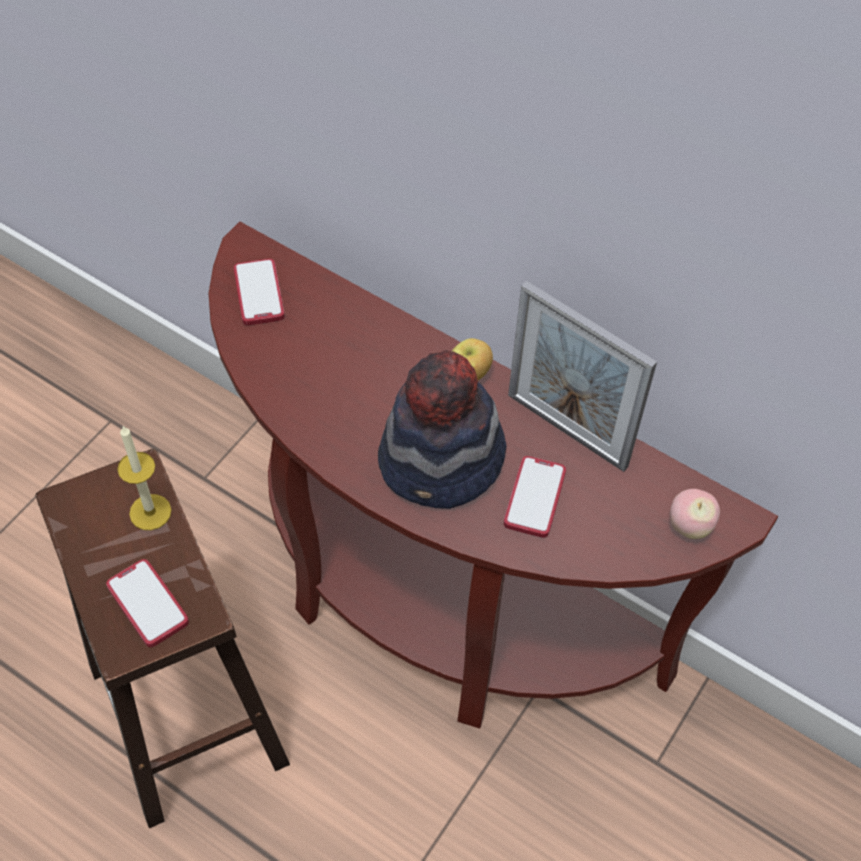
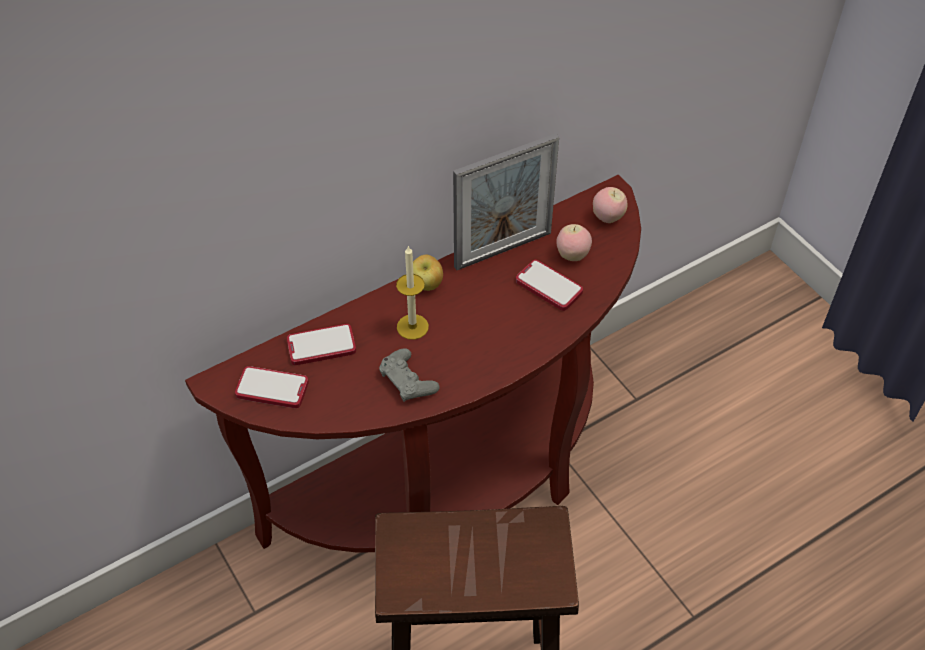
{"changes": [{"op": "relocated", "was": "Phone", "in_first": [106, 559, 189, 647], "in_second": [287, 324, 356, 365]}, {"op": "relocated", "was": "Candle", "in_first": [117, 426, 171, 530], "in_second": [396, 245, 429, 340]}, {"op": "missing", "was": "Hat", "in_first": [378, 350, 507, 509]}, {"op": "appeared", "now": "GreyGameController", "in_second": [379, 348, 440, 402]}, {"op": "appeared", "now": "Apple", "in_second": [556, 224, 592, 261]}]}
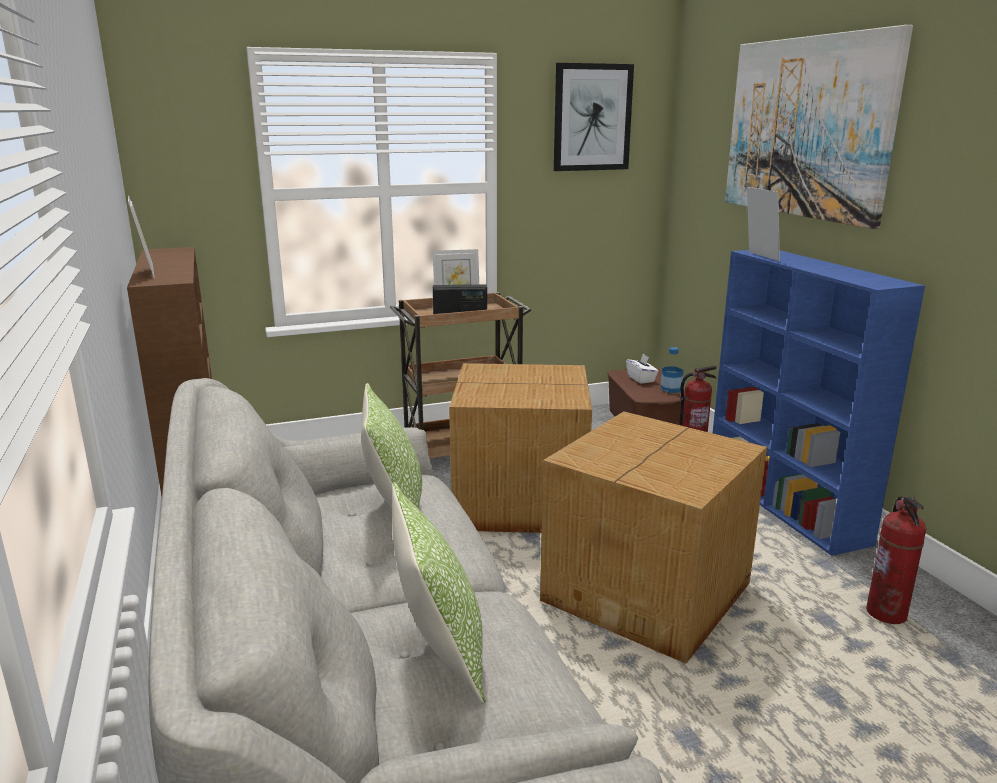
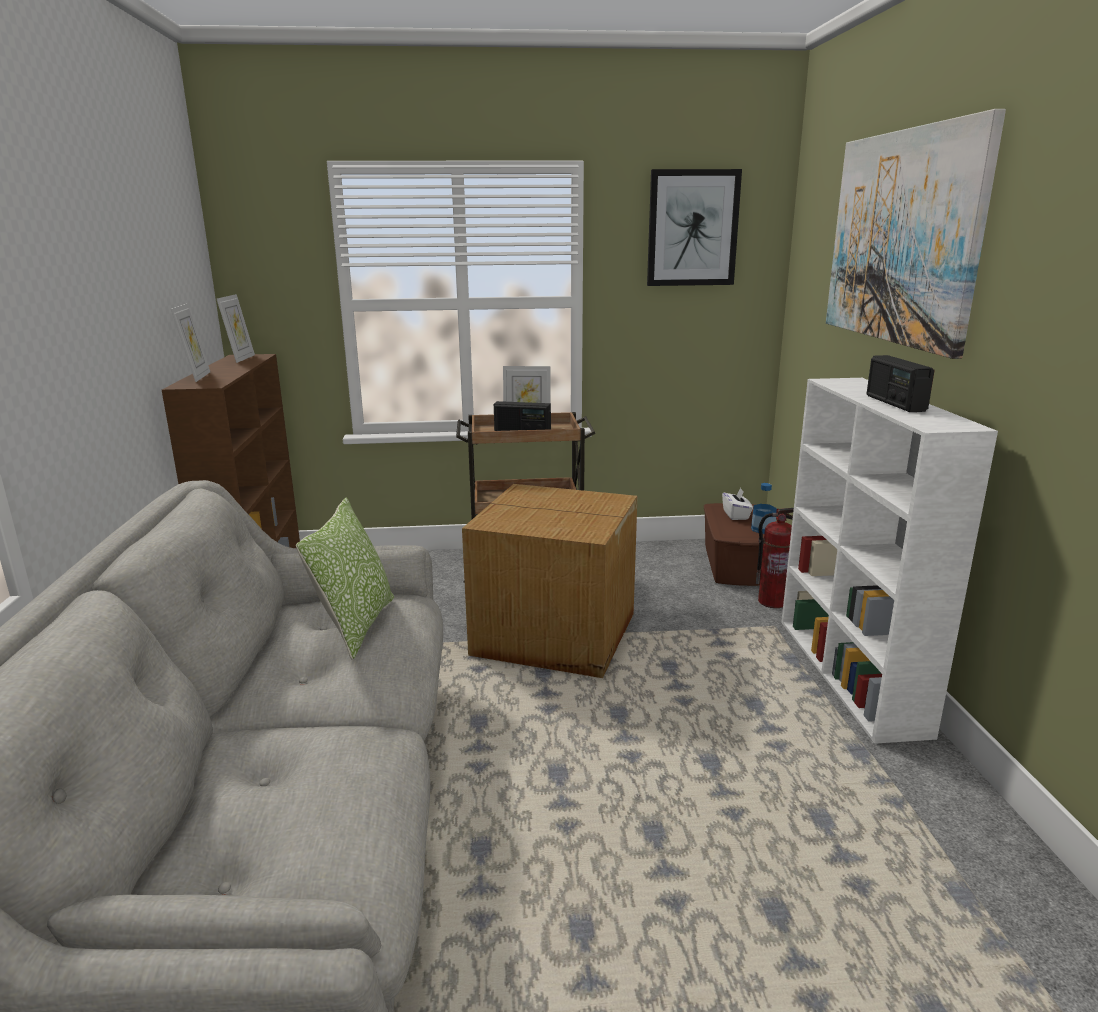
{"changes": [{"op": "missing", "was": "Pillow", "in_first": [392, 482, 486, 705]}, {"op": "missing", "was": "CardboardBox", "in_first": [540, 411, 767, 664]}, {"op": "colour", "was": "BlueBookcase", "now": "WhiteBookcase", "in_first": [713, 250, 925, 556], "in_second": [781, 378, 998, 744]}, {"op": "relocated", "was": "PictureFrame", "in_first": [747, 187, 780, 261], "in_second": [217, 294, 255, 363]}, {"op": "missing", "was": "FireExtinguisher", "in_first": [866, 496, 926, 624]}, {"op": "appeared", "now": "Radio", "in_second": [867, 355, 935, 412]}]}
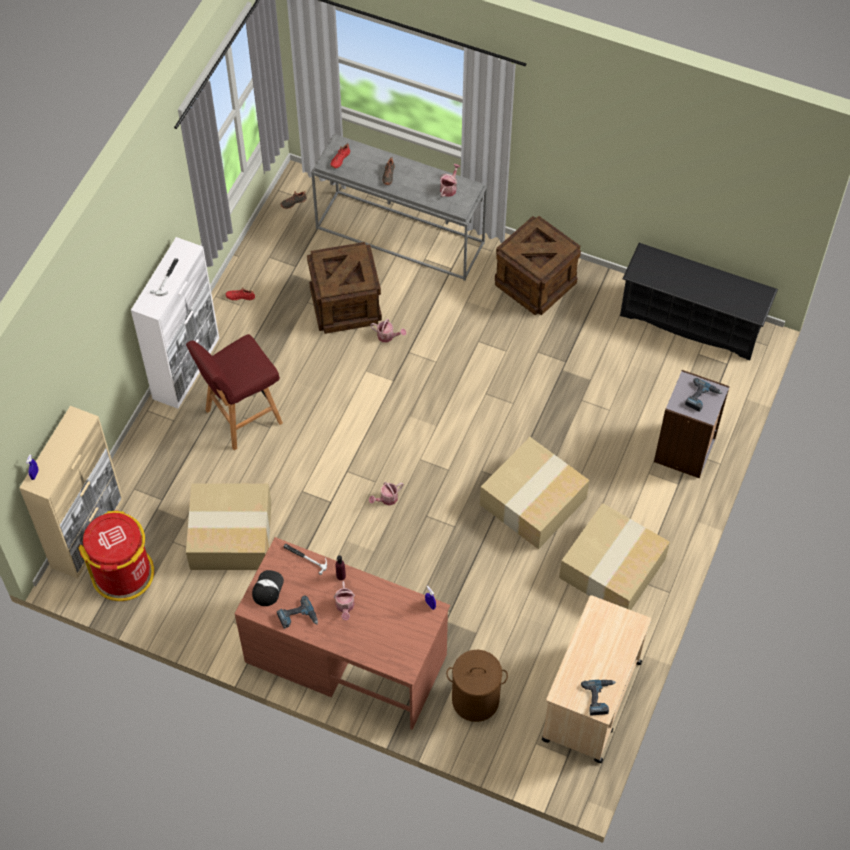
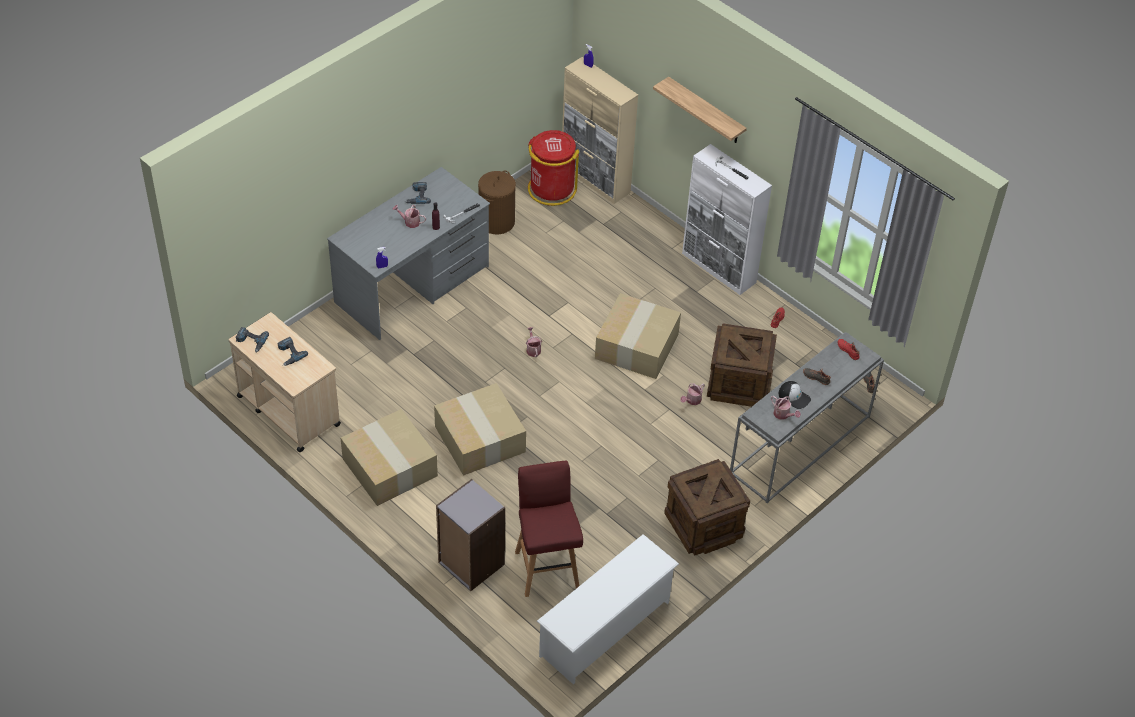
{"changes": [{"op": "relocated", "was": "RedStool", "in_first": [186, 334, 283, 450], "in_second": [515, 461, 583, 597]}, {"op": "relocated", "was": "CardboardBox", "in_first": [186, 483, 271, 570], "in_second": [595, 293, 681, 379]}, {"op": "colour", "was": "BrownDesk", "now": "GreyDesk", "in_first": [234, 537, 450, 730], "in_second": [327, 167, 490, 340]}, {"op": "relocated", "was": "Cap", "in_first": [252, 570, 284, 606], "in_second": [778, 381, 811, 409]}, {"op": "relocated", "was": "BrownLaundryBasket", "in_first": [446, 650, 508, 722], "in_second": [478, 171, 516, 234]}, {"op": "colour", "was": "BlackShoeRack", "now": "WhiteShoeRack", "in_first": [620, 243, 778, 360], "in_second": [537, 534, 679, 684]}, {"op": "relocated", "was": "PowerDrill", "in_first": [685, 378, 723, 412], "in_second": [277, 337, 308, 366]}, {"op": "appeared", "now": "Shelf", "in_second": [653, 76, 747, 143]}]}
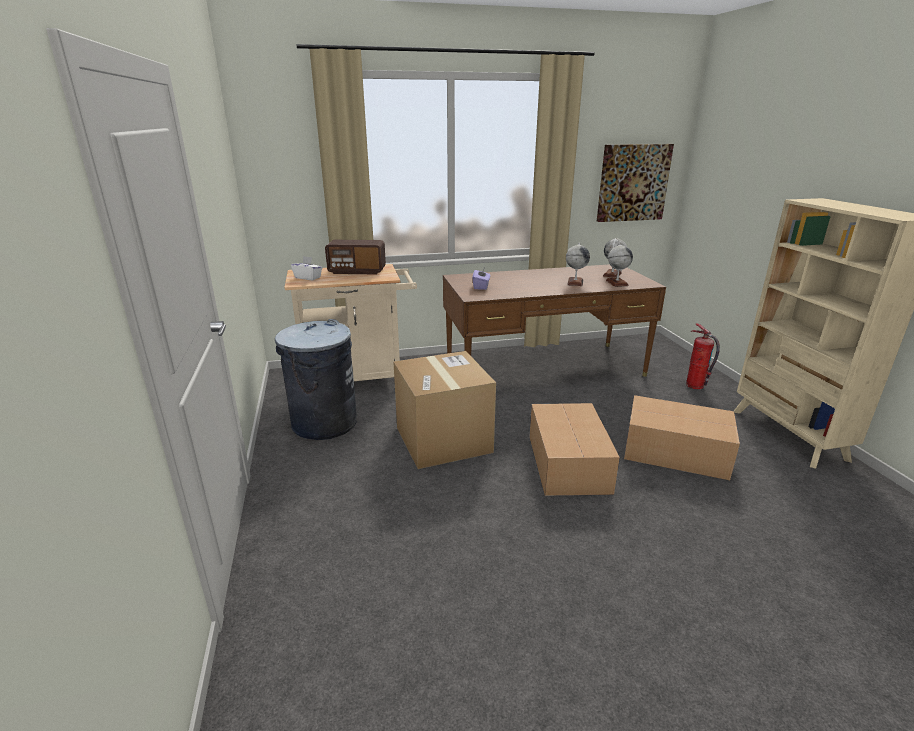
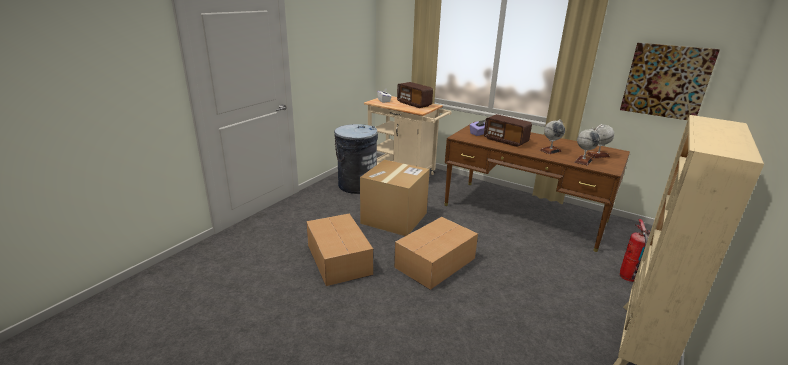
{"changes": [{"op": "relocated", "was": "CardboardBox", "in_first": [624, 395, 740, 480], "in_second": [306, 213, 373, 286]}, {"op": "appeared", "now": "Radio", "in_second": [484, 114, 532, 147]}]}
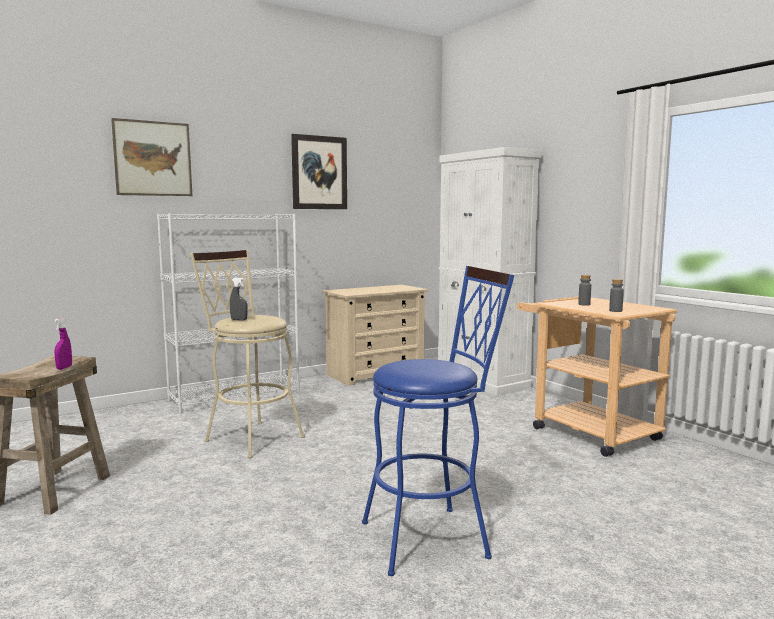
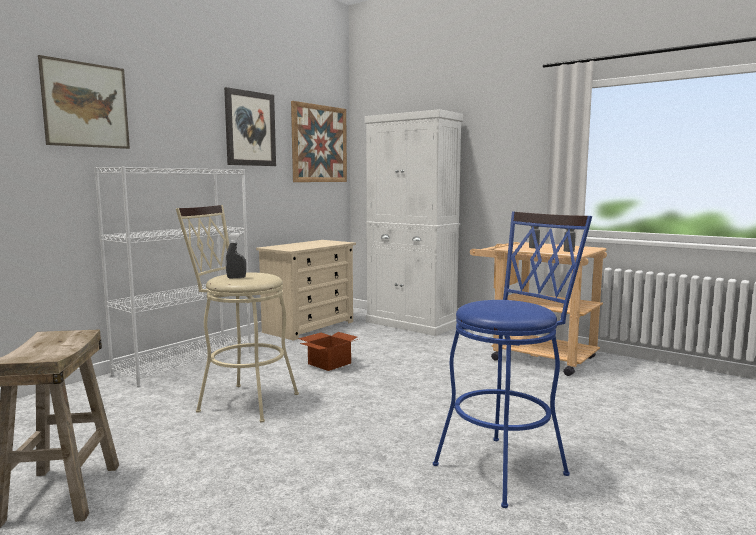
{"changes": [{"op": "missing", "was": "PurpleSprayBottle", "in_first": [54, 318, 72, 370]}, {"op": "appeared", "now": "Picture", "in_second": [291, 101, 347, 182]}, {"op": "appeared", "now": "CardboardBox", "in_second": [298, 332, 358, 371]}]}
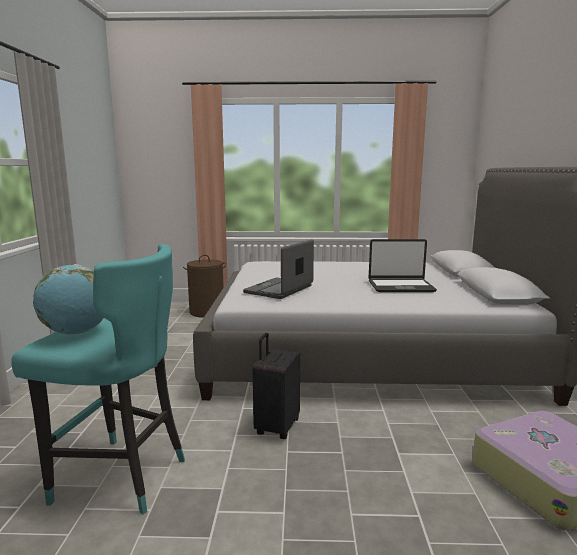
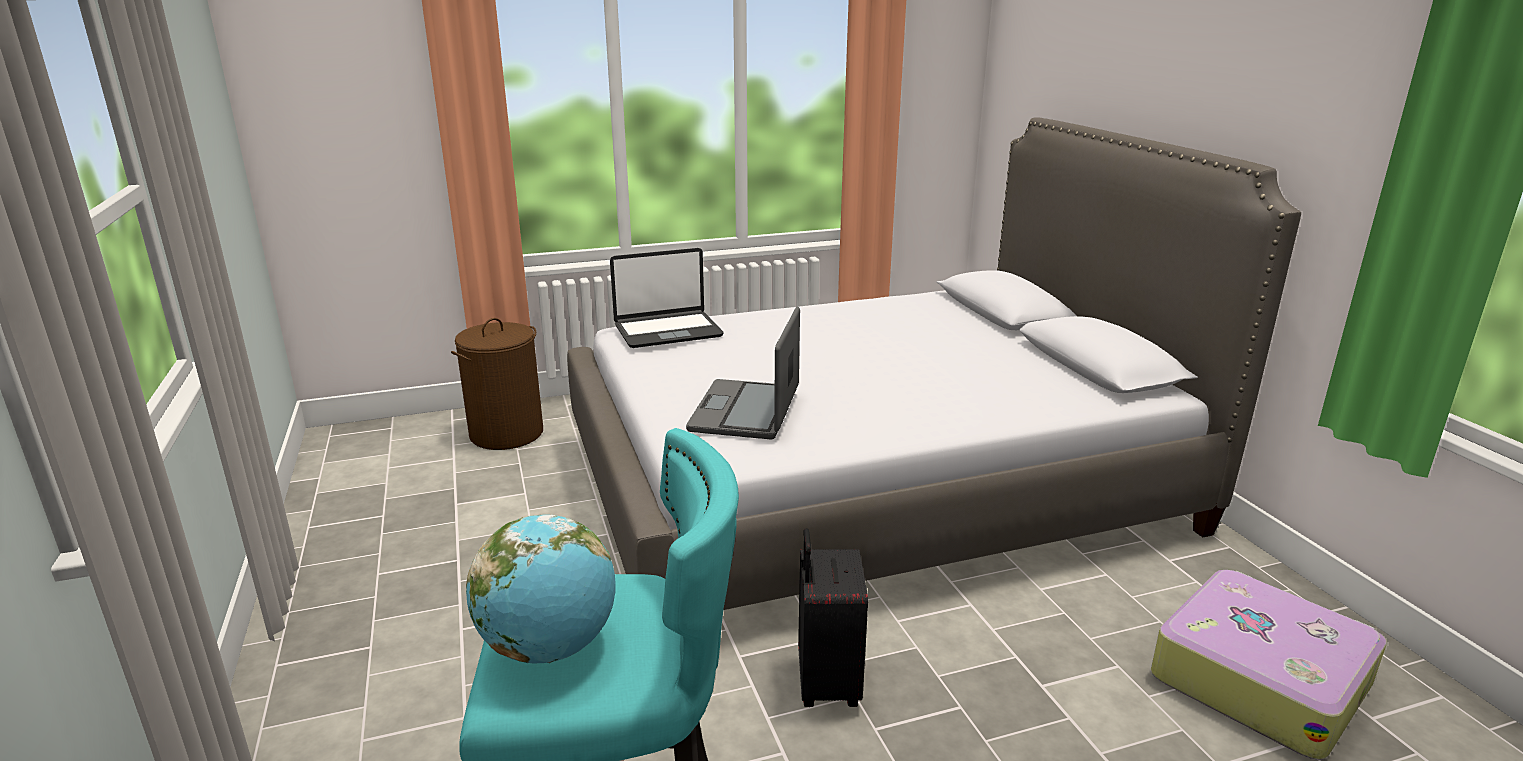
{"changes": [{"op": "relocated", "was": "Laptop", "in_first": [369, 239, 437, 292], "in_second": [610, 248, 724, 348]}]}
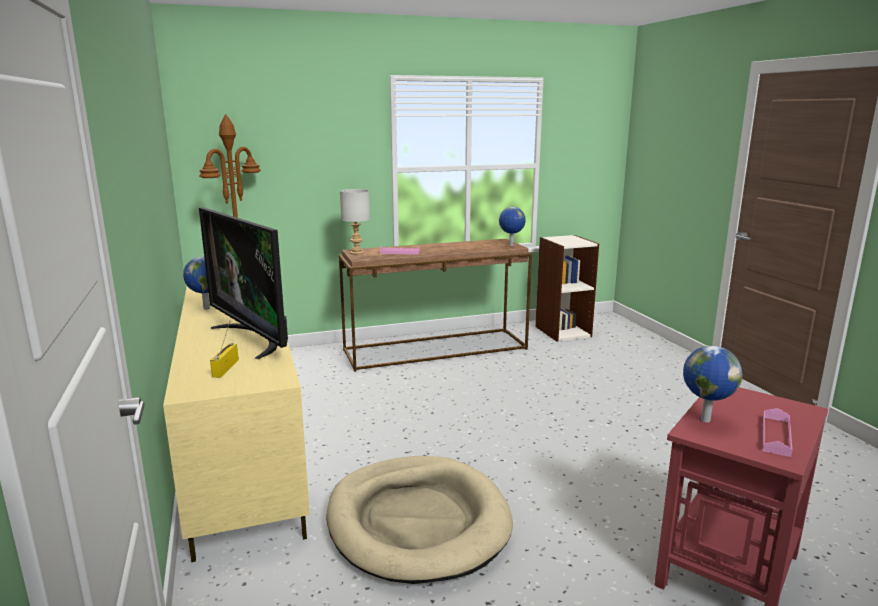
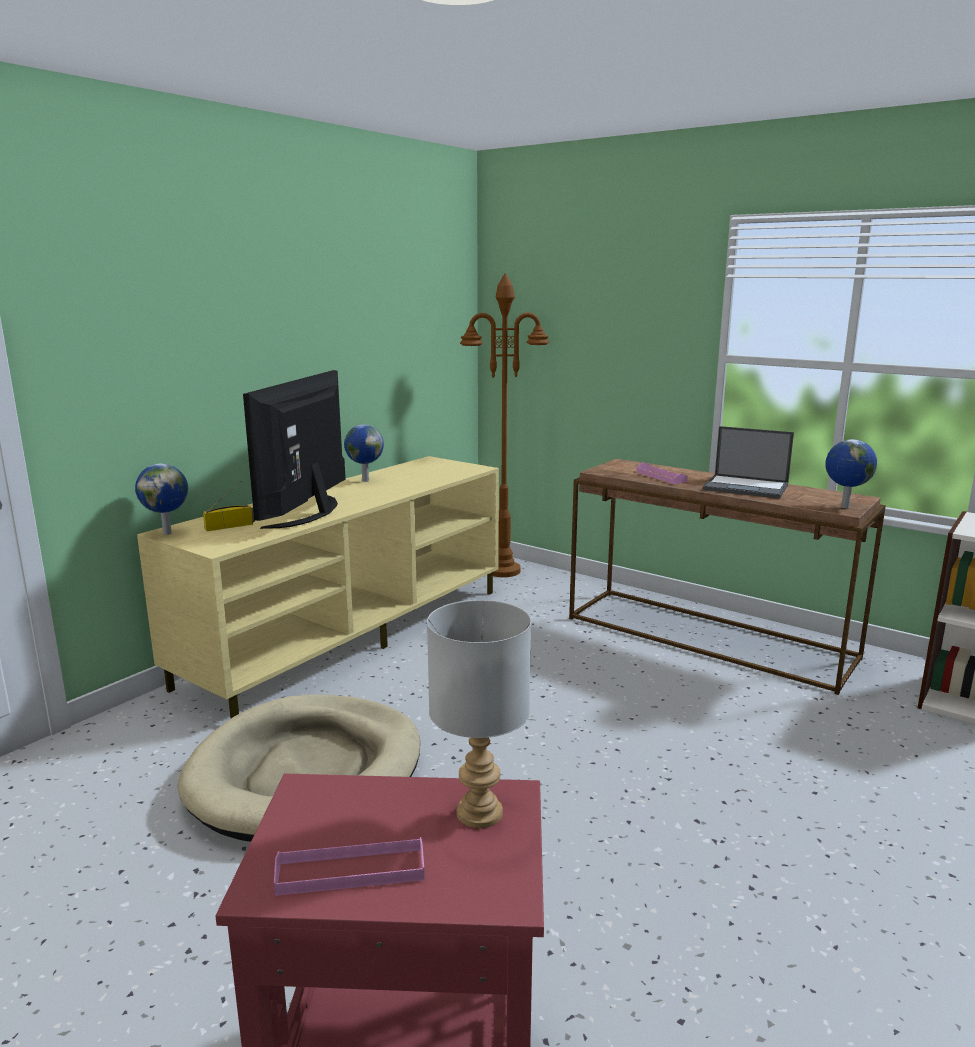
{"changes": [{"op": "relocated", "was": "GreyTableLamp", "in_first": [340, 189, 370, 255], "in_second": [427, 600, 531, 828]}, {"op": "relocated", "was": "Globe", "in_first": [683, 346, 742, 422], "in_second": [135, 464, 188, 535]}, {"op": "appeared", "now": "Laptop", "in_second": [703, 426, 794, 499]}]}
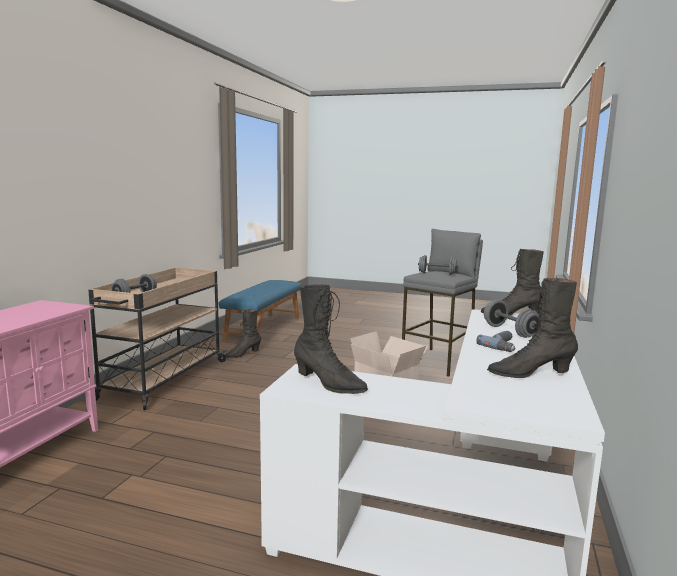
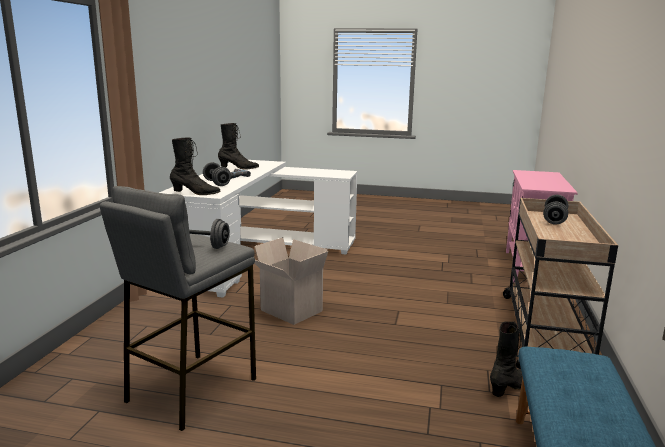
{"changes": [{"op": "missing", "was": "BlackBoot", "in_first": [294, 285, 368, 394]}]}
